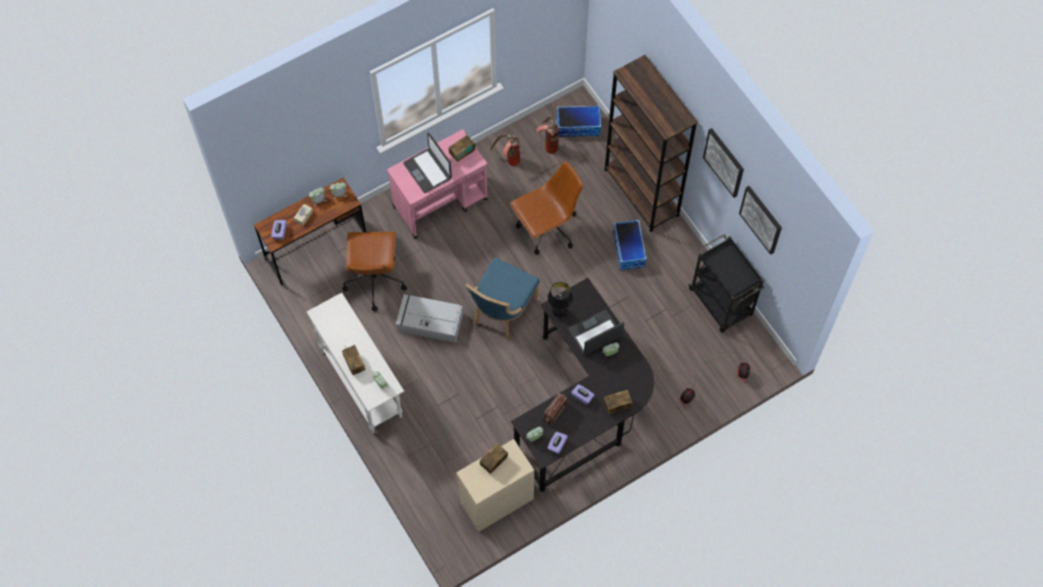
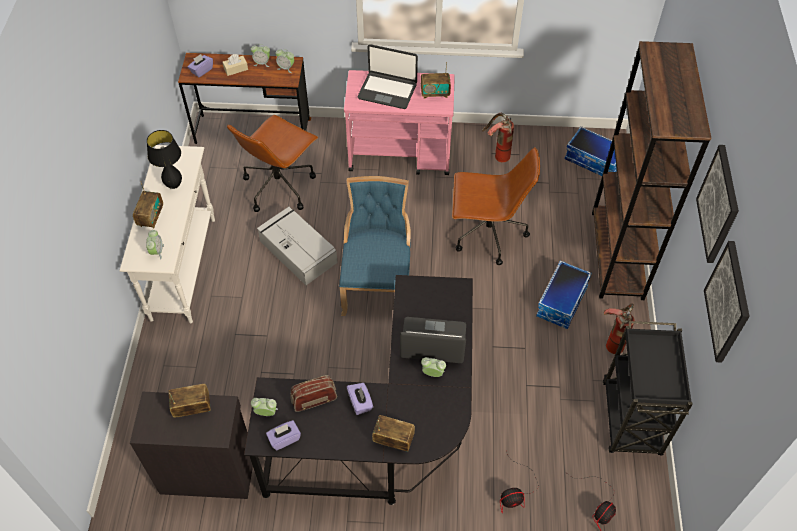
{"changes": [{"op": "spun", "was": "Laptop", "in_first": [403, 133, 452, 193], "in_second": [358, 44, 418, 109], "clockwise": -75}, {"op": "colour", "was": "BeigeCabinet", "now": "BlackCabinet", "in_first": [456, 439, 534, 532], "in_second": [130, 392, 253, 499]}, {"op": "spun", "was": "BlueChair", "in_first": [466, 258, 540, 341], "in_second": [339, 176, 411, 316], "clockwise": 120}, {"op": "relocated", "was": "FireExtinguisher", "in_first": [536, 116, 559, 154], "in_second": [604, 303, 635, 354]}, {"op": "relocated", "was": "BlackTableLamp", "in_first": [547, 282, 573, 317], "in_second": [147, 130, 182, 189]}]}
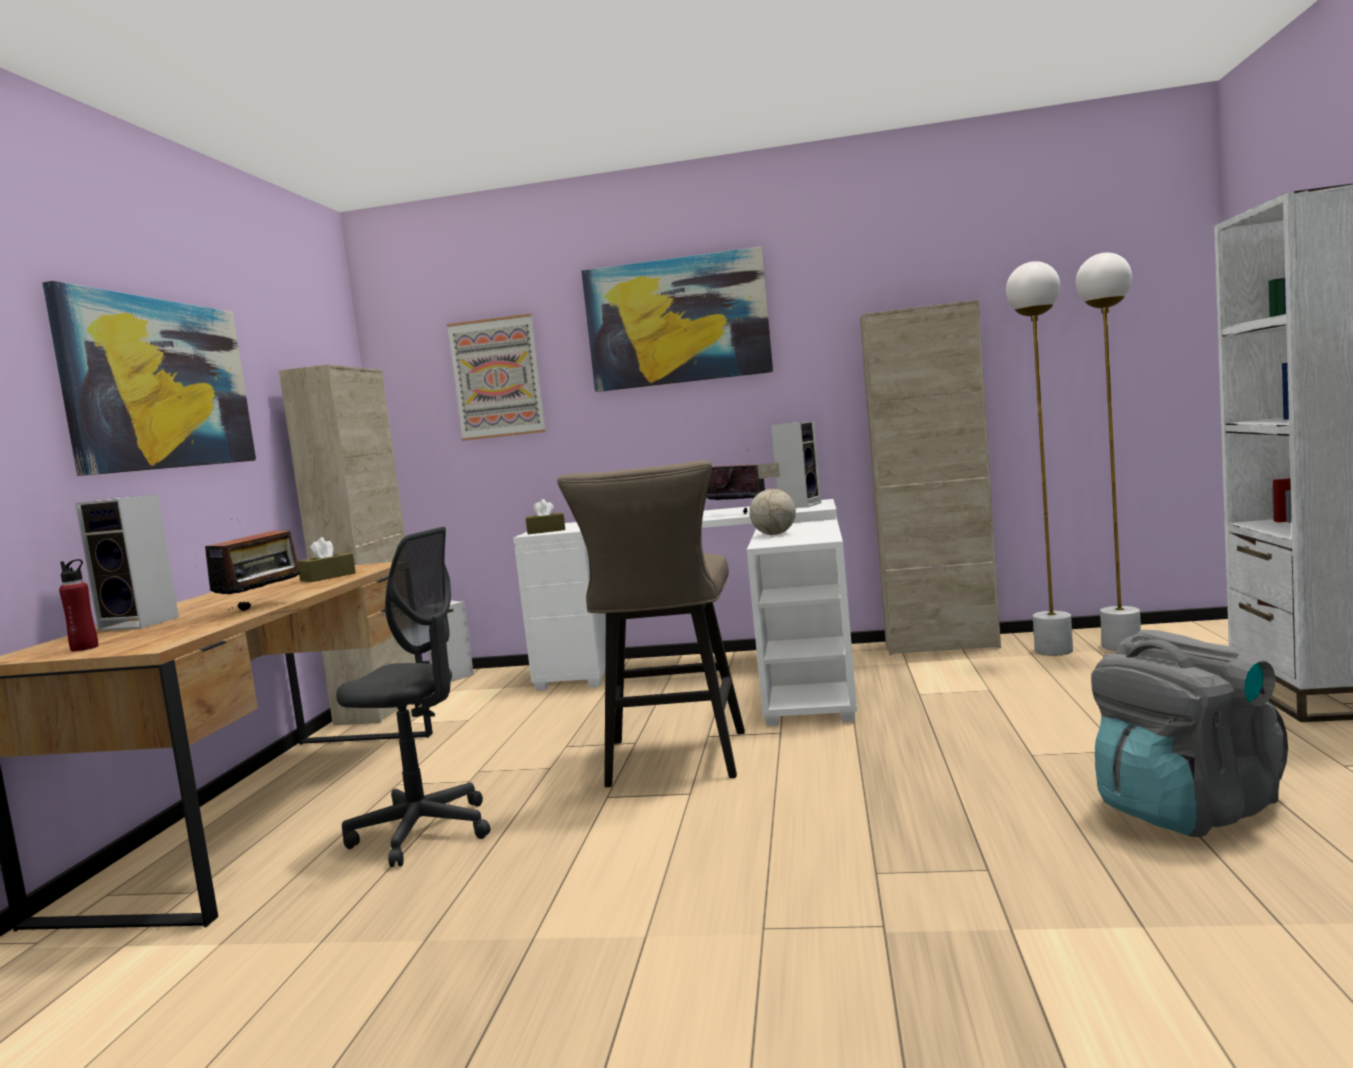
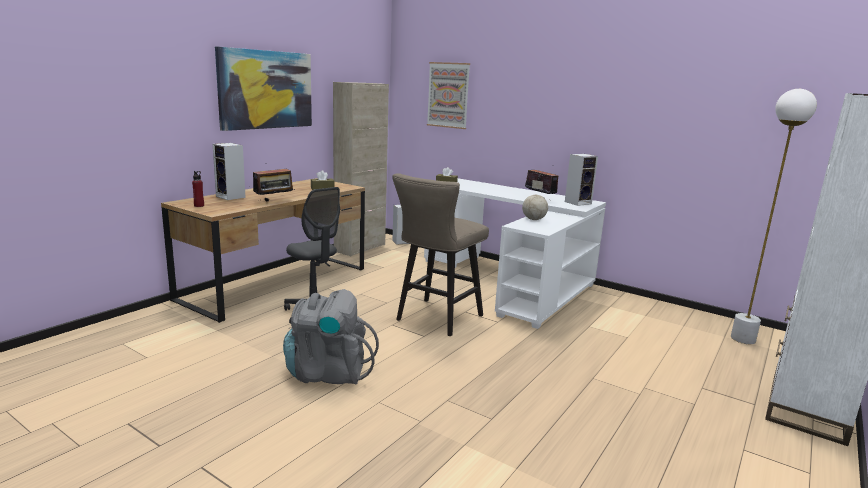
{"changes": [{"op": "missing", "was": "Picture", "in_first": [581, 247, 773, 392]}, {"op": "missing", "was": "BeigeCabinet", "in_first": [860, 300, 1001, 655]}, {"op": "missing", "was": "WhiteFloorLamp", "in_first": [1006, 261, 1073, 656]}, {"op": "relocated", "was": "GreyBackpack", "in_first": [1091, 630, 1288, 837], "in_second": [283, 289, 379, 384]}]}
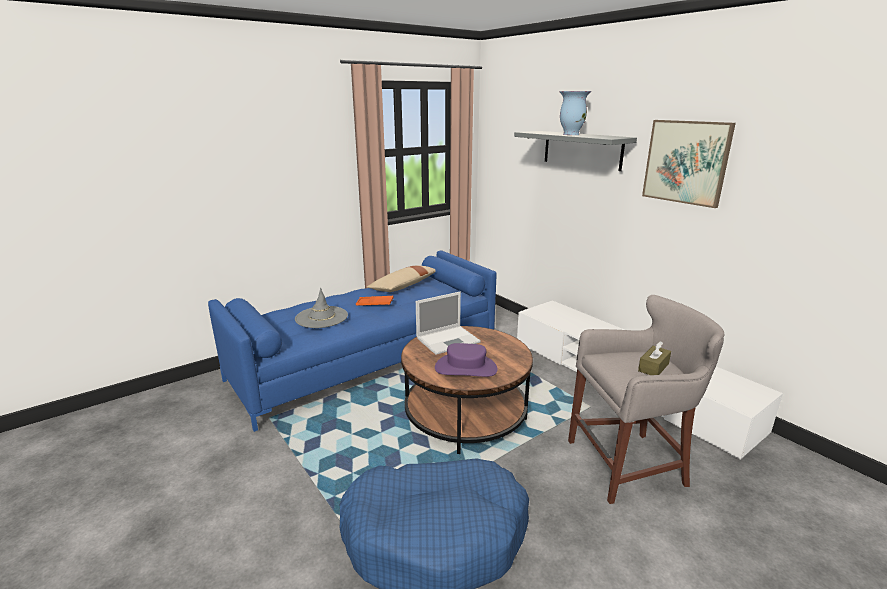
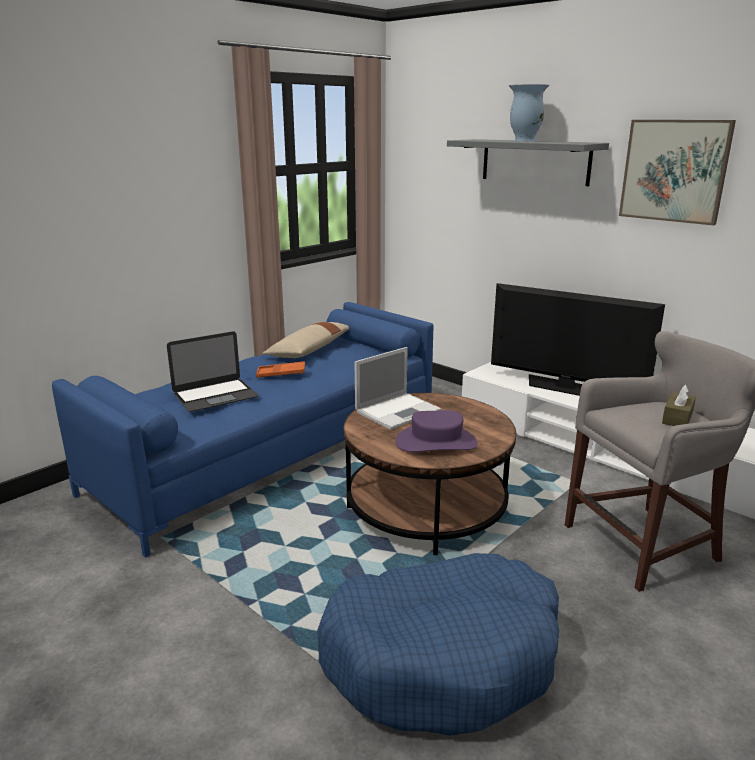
{"changes": [{"op": "exchanged", "was": "GreyHat", "now": "Laptop", "in_first": [295, 288, 348, 328], "in_second": [167, 331, 258, 412]}, {"op": "appeared", "now": "Television", "in_second": [491, 283, 665, 396]}]}
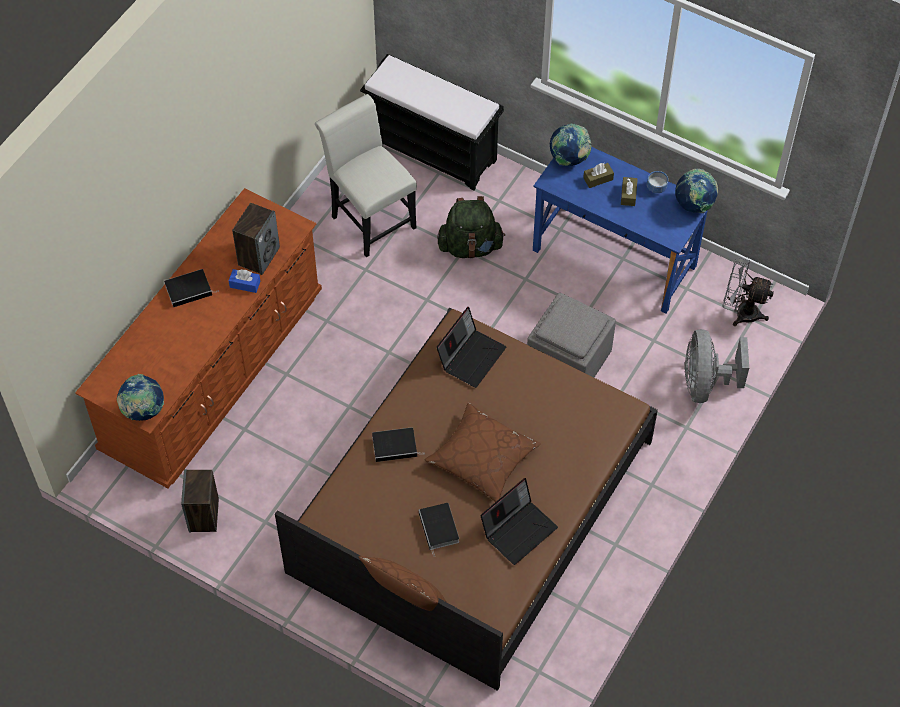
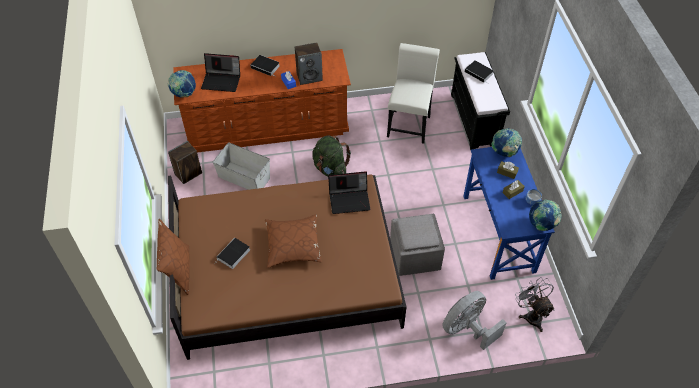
{"changes": [{"op": "relocated", "was": "Book", "in_first": [372, 427, 419, 462], "in_second": [465, 60, 494, 83]}, {"op": "relocated", "was": "GreenBackpack", "in_first": [437, 196, 505, 258], "in_second": [312, 135, 351, 177]}, {"op": "relocated", "was": "Laptop", "in_first": [480, 478, 558, 565], "in_second": [201, 53, 240, 92]}, {"op": "appeared", "now": "GreyStorageBox", "in_second": [213, 143, 270, 190]}]}
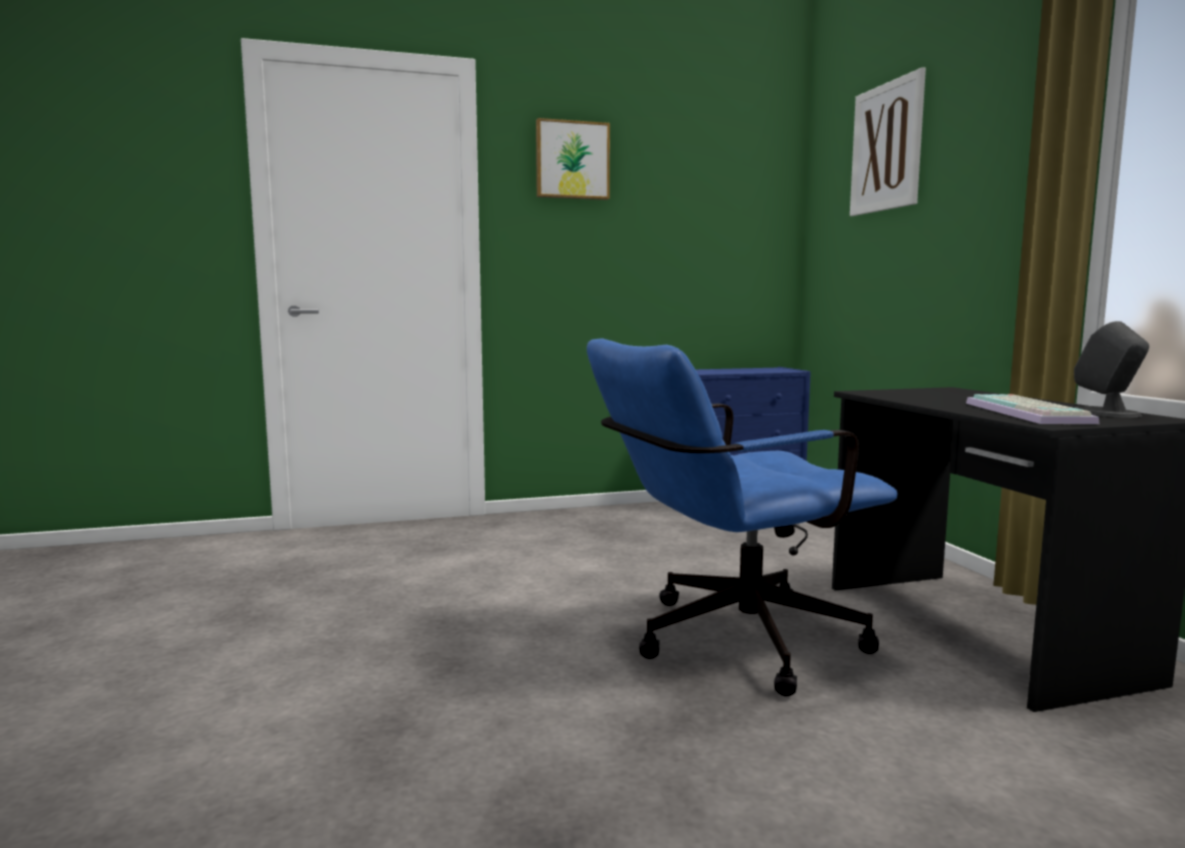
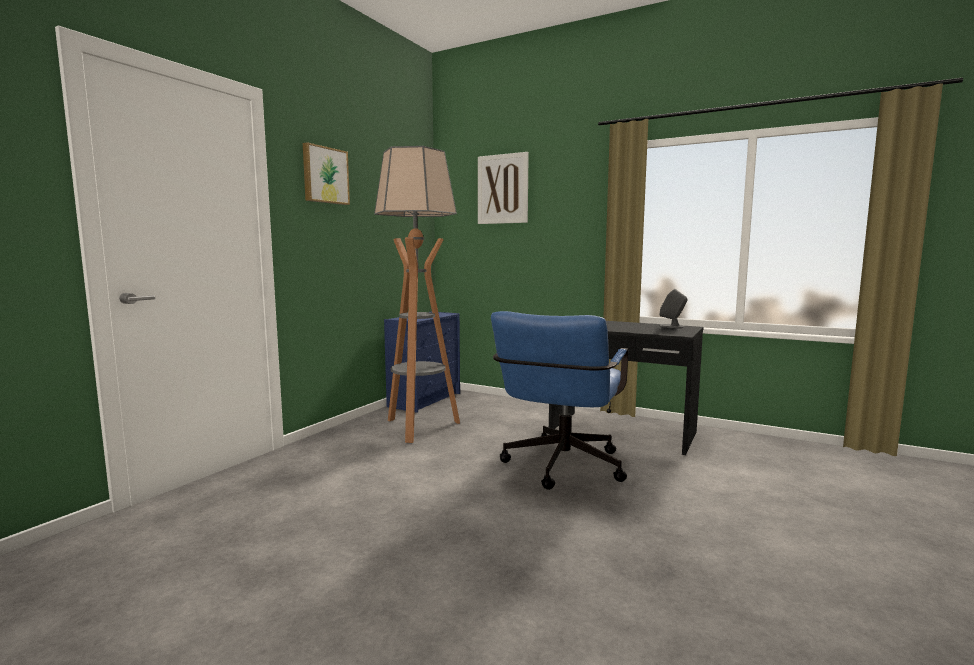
{"changes": [{"op": "missing", "was": "Keyboard", "in_first": [966, 394, 1100, 424]}, {"op": "appeared", "now": "FloorLamp", "in_second": [374, 146, 460, 443]}]}
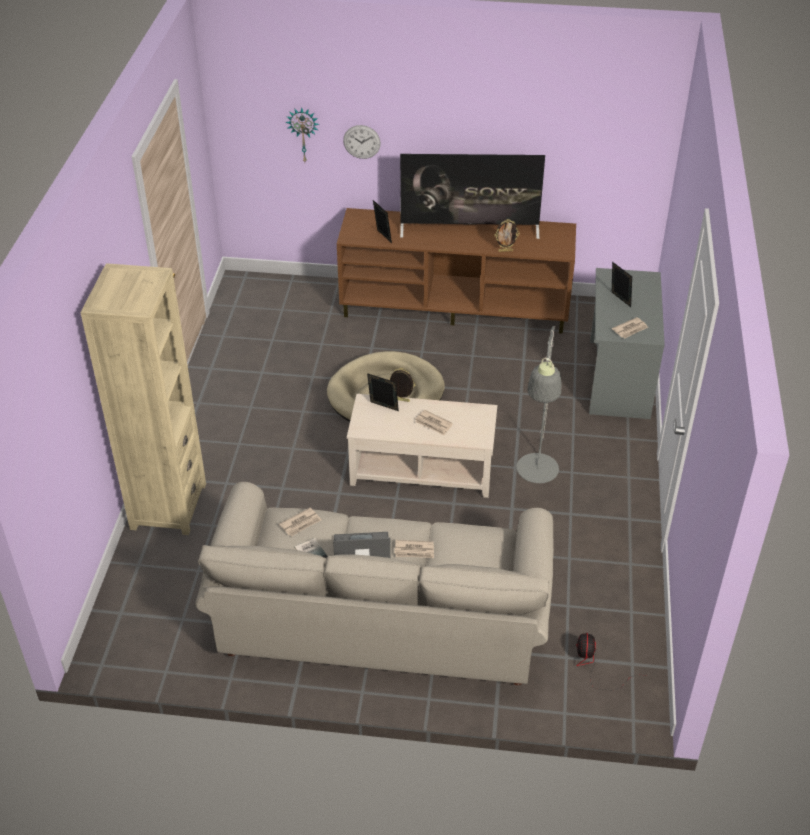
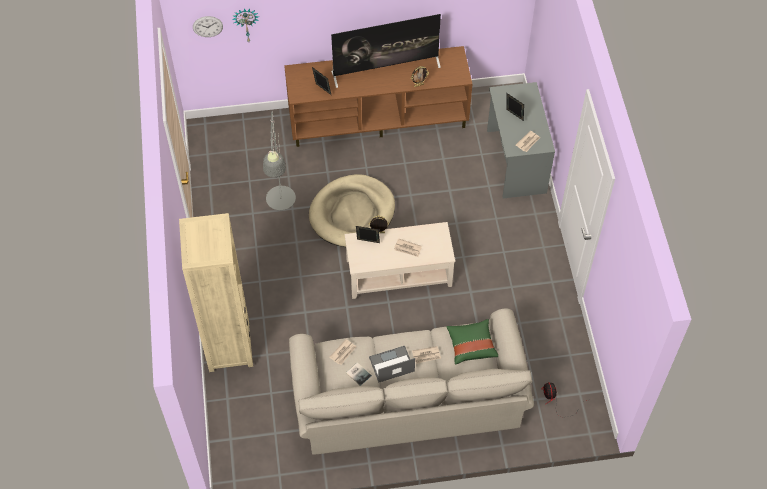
{"changes": [{"op": "relocated", "was": "WallClock", "in_first": [343, 125, 381, 159], "in_second": [193, 16, 223, 37]}, {"op": "relocated", "was": "GreyFloorLamp", "in_first": [517, 326, 562, 483], "in_second": [263, 112, 296, 210]}, {"op": "appeared", "now": "GreenPillow", "in_second": [446, 319, 498, 365]}]}
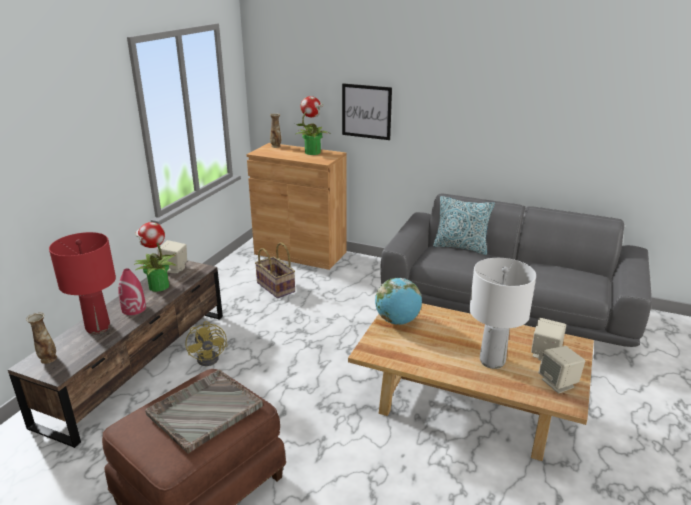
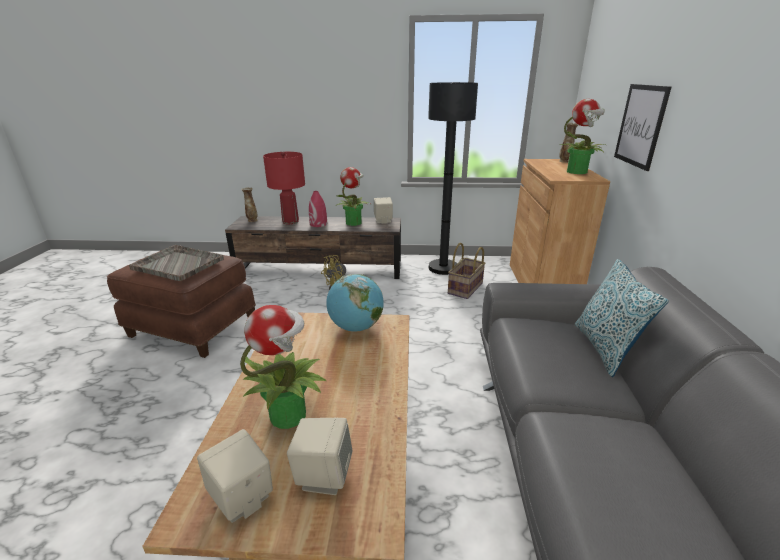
{"changes": [{"op": "exchanged", "was": "WhiteTableLamp", "now": "PottedPlant", "in_first": [469, 258, 536, 369], "in_second": [240, 305, 326, 429]}, {"op": "appeared", "now": "BlackFloorLamp", "in_second": [428, 82, 478, 275]}]}
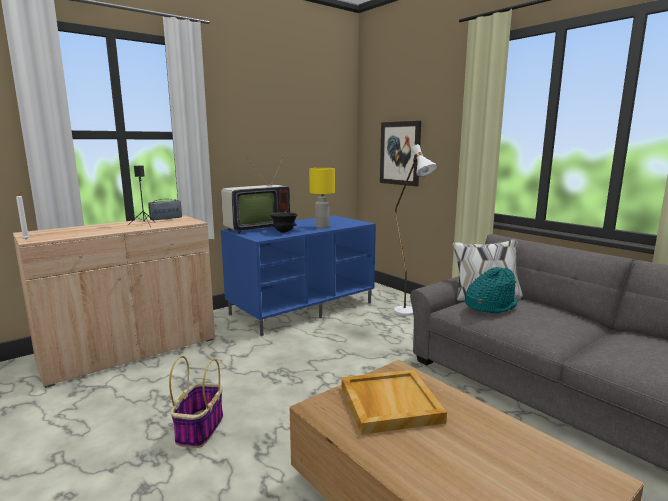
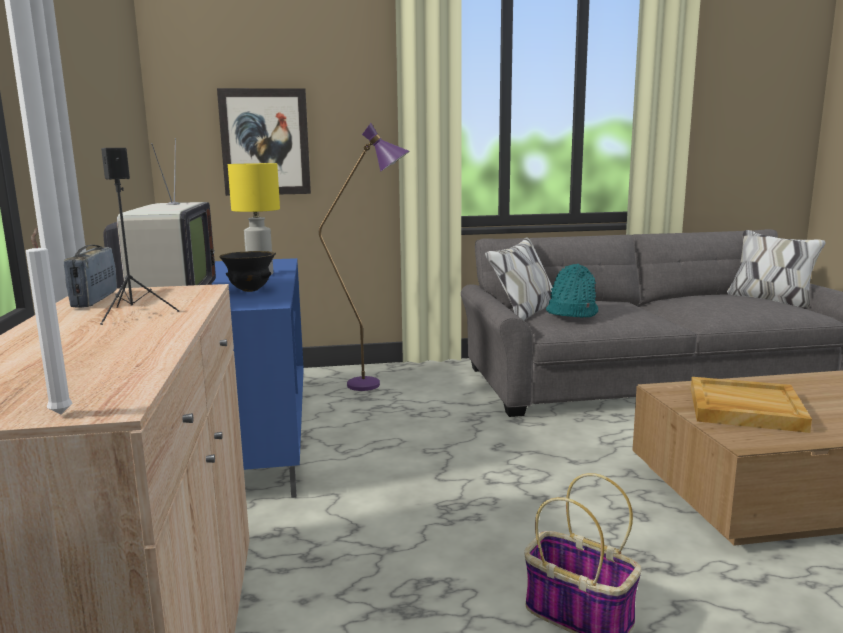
{"changes": [{"op": "colour", "was": "WhiteFloorLamp", "now": "PurpleFloorLamp", "in_first": [394, 144, 438, 316], "in_second": [319, 123, 409, 391]}]}
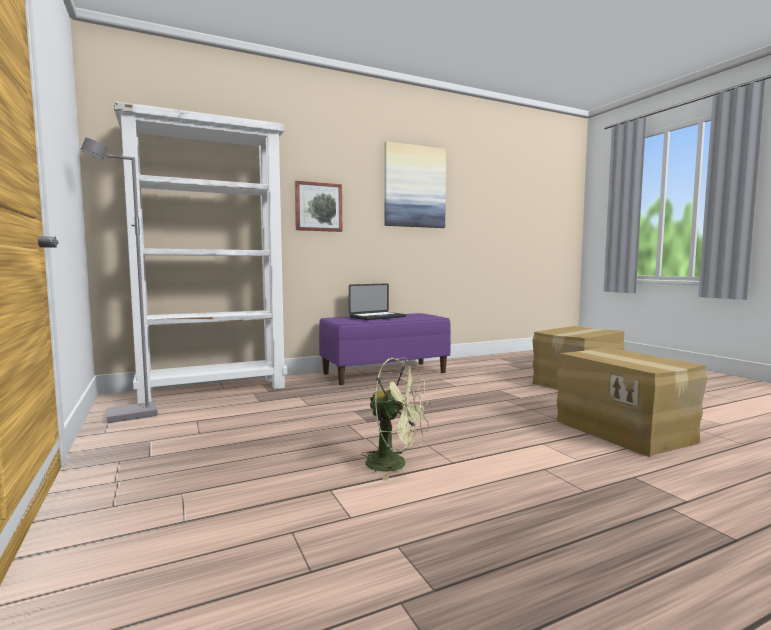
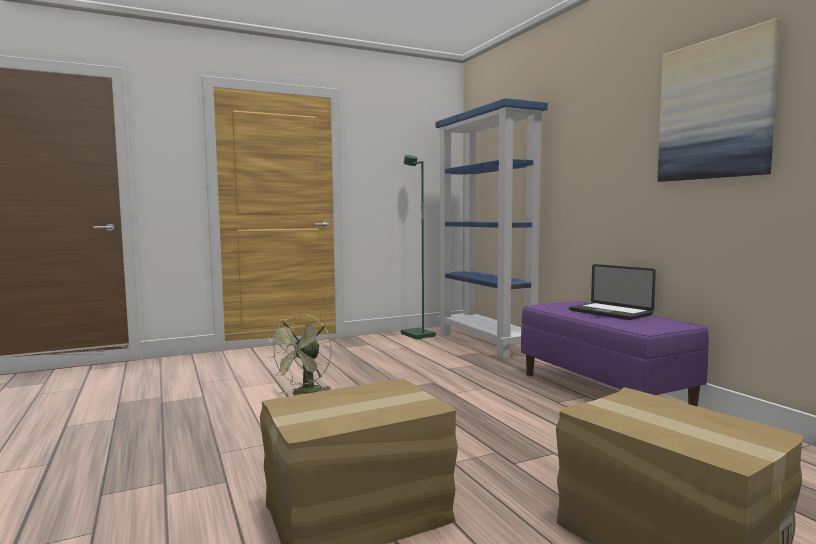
{"changes": [{"op": "colour", "was": "GreyFloorLamp", "now": "GreenFloorLamp", "in_first": [80, 138, 158, 423], "in_second": [401, 155, 436, 339]}, {"op": "colour", "was": "WhiteBookcase", "now": "BlueBookcase", "in_first": [114, 101, 287, 404], "in_second": [435, 98, 548, 359]}, {"op": "missing", "was": "Picture", "in_first": [295, 181, 342, 232]}]}
